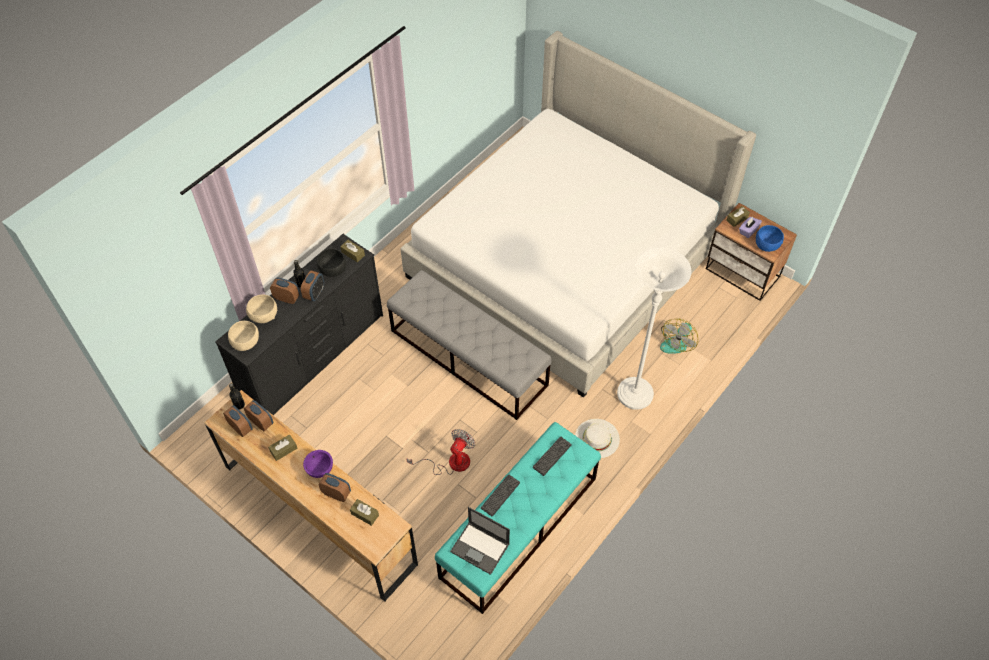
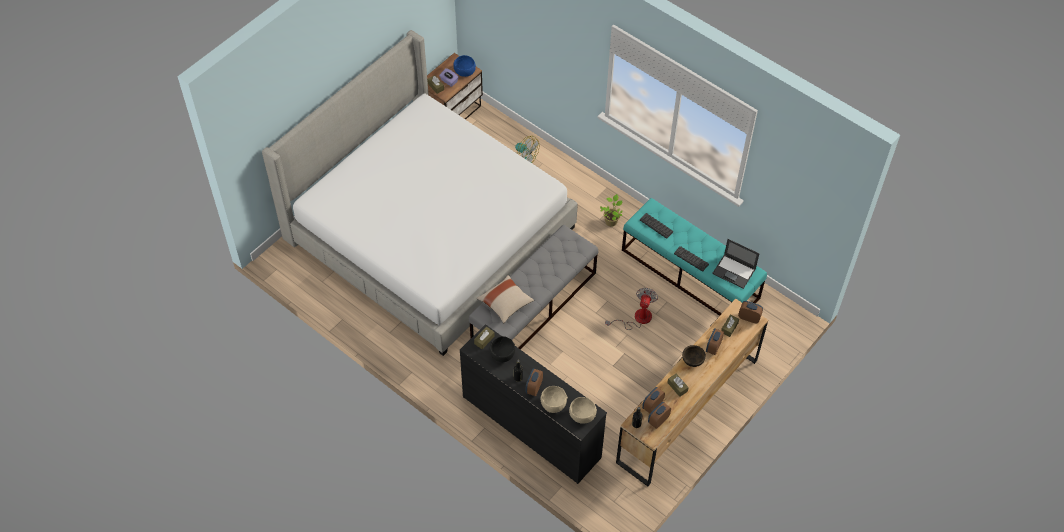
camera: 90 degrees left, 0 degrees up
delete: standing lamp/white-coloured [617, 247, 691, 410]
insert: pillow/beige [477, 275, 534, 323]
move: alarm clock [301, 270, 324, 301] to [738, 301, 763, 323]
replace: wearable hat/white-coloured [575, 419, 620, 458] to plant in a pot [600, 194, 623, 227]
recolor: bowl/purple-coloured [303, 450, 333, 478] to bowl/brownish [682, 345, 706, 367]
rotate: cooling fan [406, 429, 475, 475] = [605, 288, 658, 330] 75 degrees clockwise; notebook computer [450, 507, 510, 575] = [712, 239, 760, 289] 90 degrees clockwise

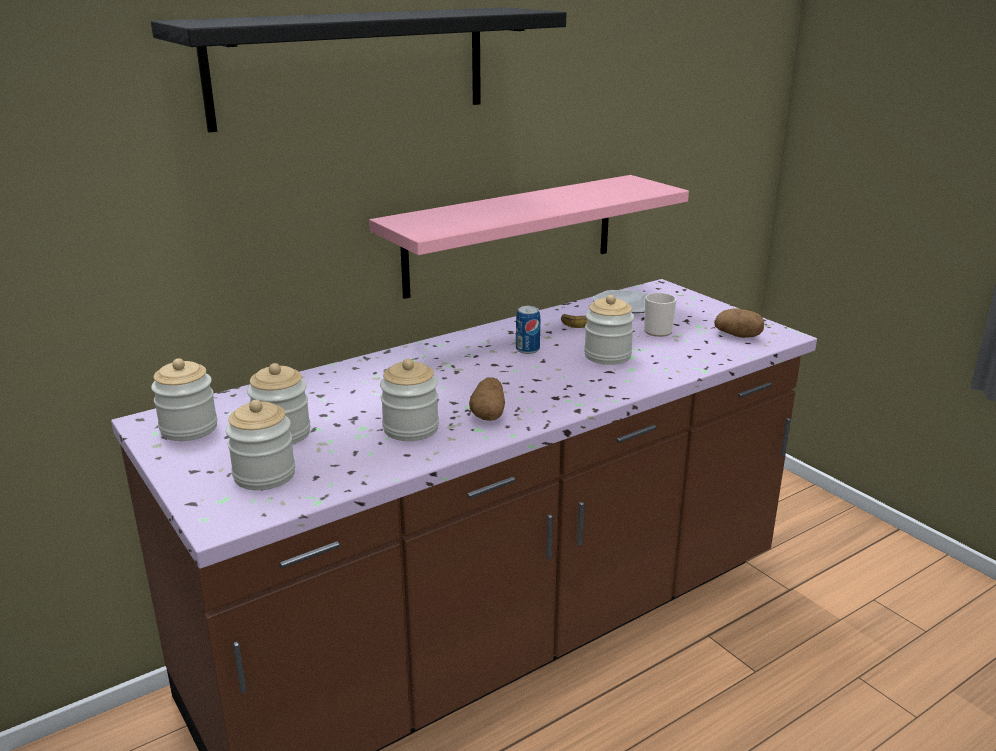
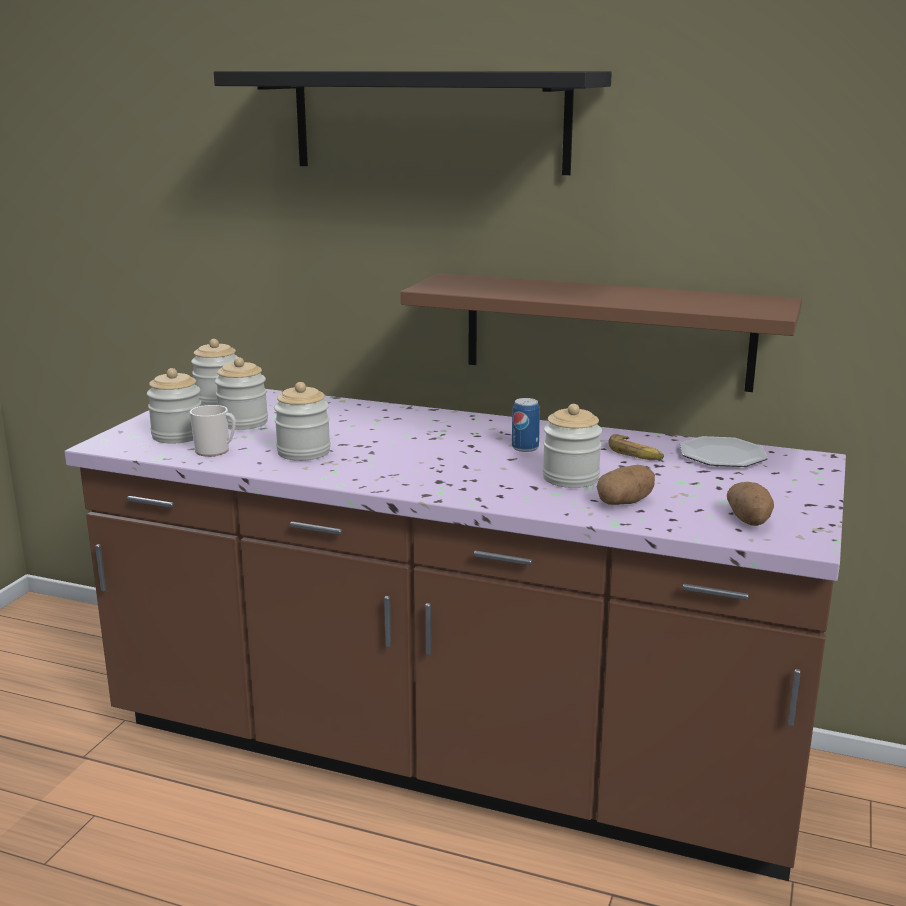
camera: 55 degrees right, 5 degrees down
move: mug [644, 293, 677, 337] to [190, 405, 236, 457]; whole potato [469, 377, 505, 421] to [597, 465, 655, 505]
recolor: shelf/pink [369, 175, 689, 299] to shelf/brownish [401, 273, 802, 392]

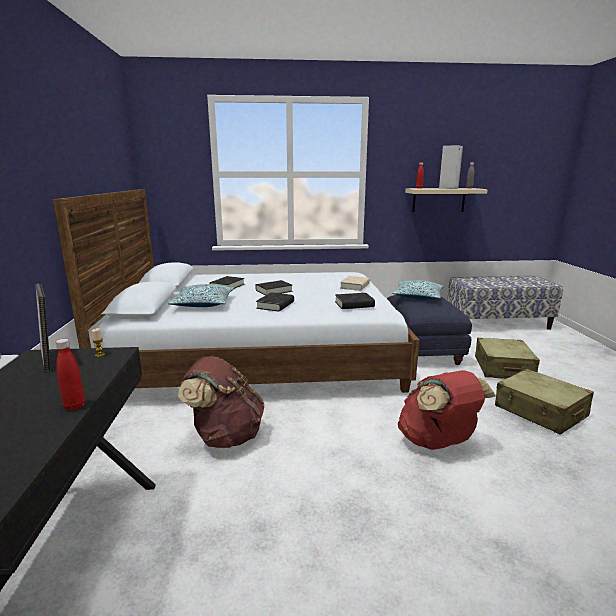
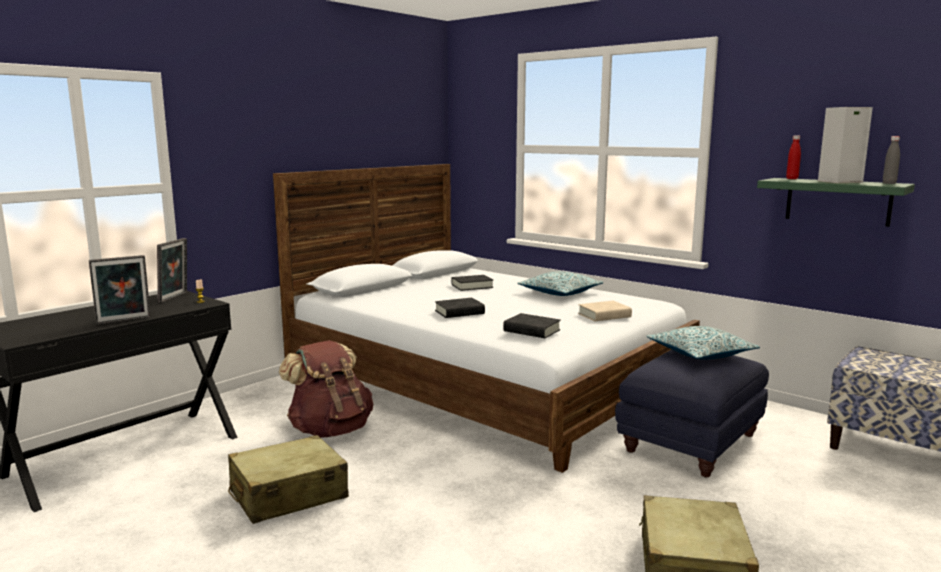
camera: 45 degrees right, 5 degrees down
delete: volume/black [255, 280, 293, 296]; rucksack/red [398, 370, 496, 450]
move: pillow [168, 284, 234, 307] to [518, 271, 603, 296]; piece of luggage/beige [475, 338, 540, 379] to [228, 435, 349, 524]
replace: beverage bottle/red [55, 339, 85, 410] to picture frame [89, 255, 151, 325]
recolor: shelf/beige [405, 188, 488, 212] to shelf/green [757, 178, 915, 227]

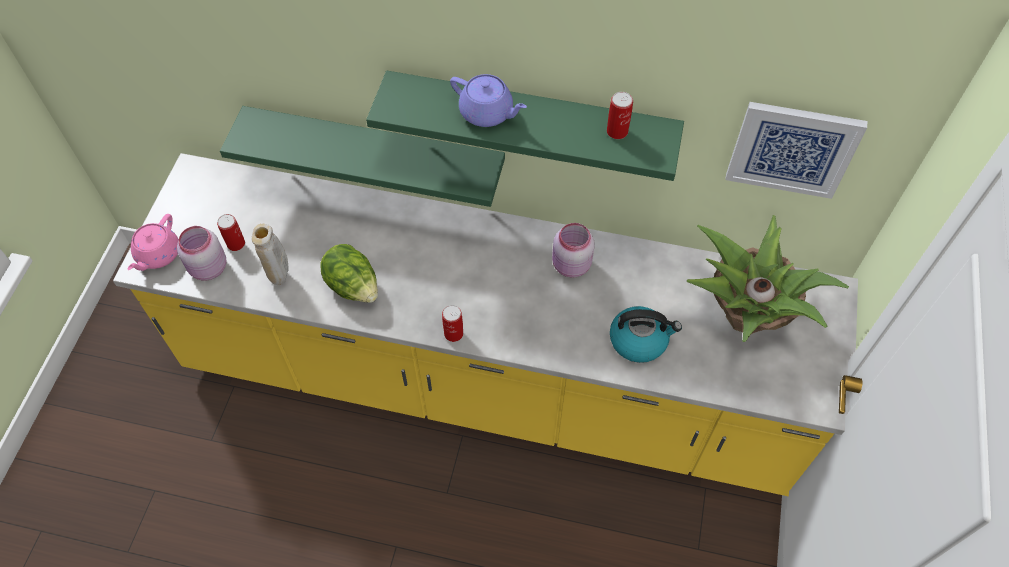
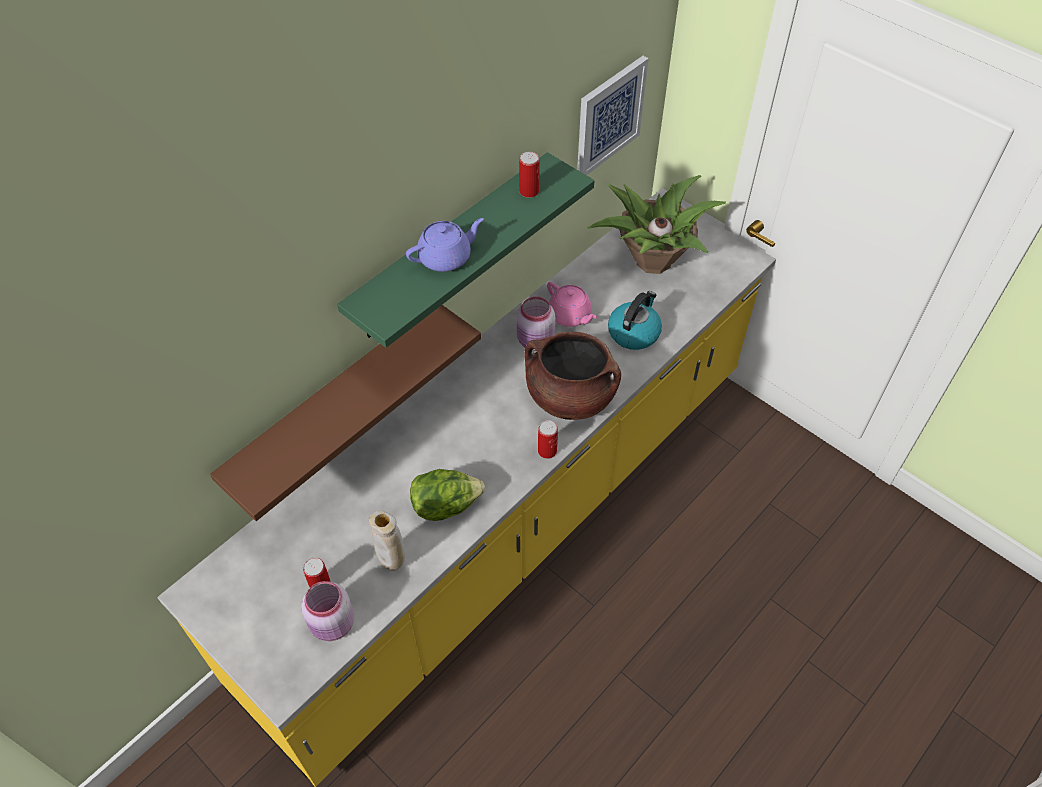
camera: 60 degrees left, 5 degrees down
insert: cooking pot/brownish [525, 332, 621, 420]
move: pot for tea/pink [128, 214, 179, 271] to [547, 282, 597, 327]
recolor: shelf/green [220, 106, 505, 207] to shelf/brownish [210, 305, 481, 521]

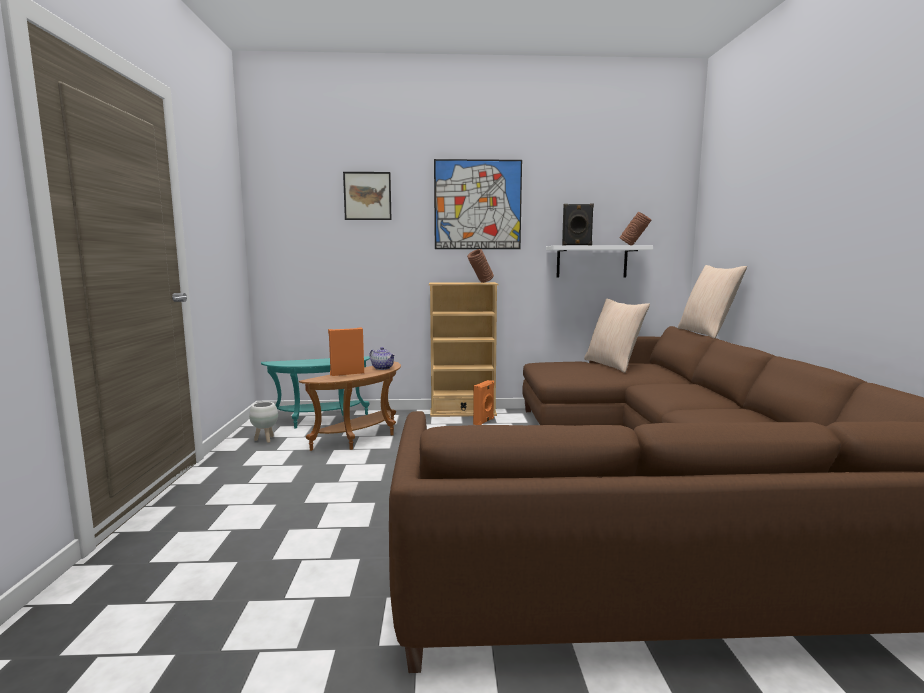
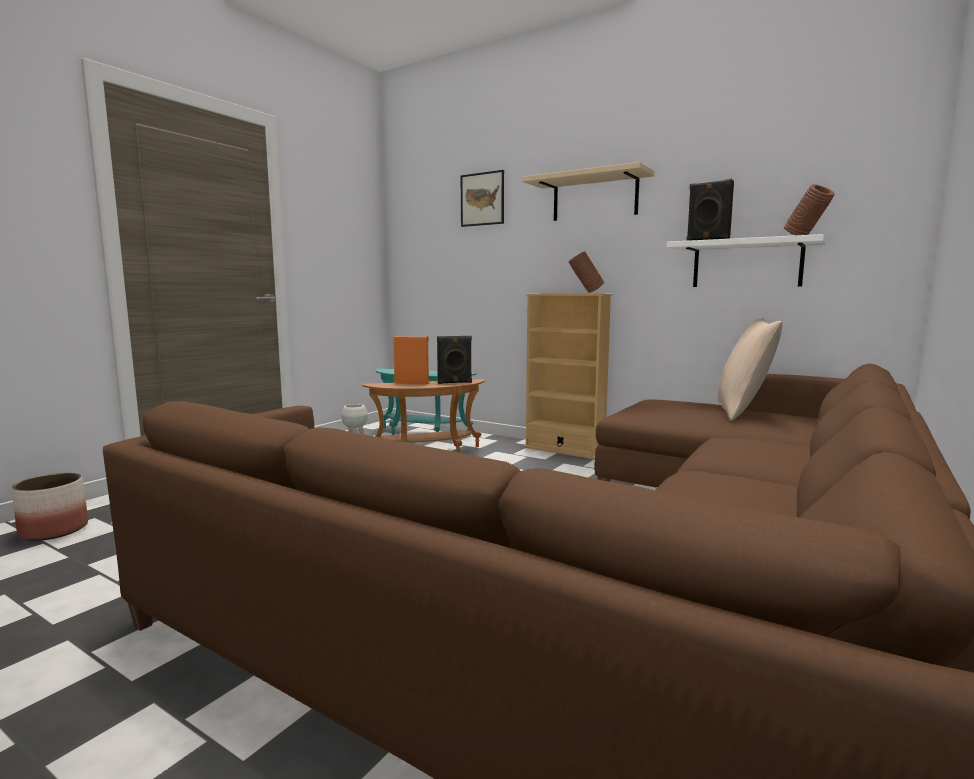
camera: 35 degrees right, 0 degrees up
delete: pillow/beige [678, 265, 747, 339]; speaker/orangey [473, 380, 494, 425]
insert: planter [11, 473, 88, 541]
replace: wall art [434, 159, 522, 249] to shelf/beige [522, 162, 655, 221]; pot for tea [369, 347, 396, 370] to speaker/black [437, 336, 472, 384]

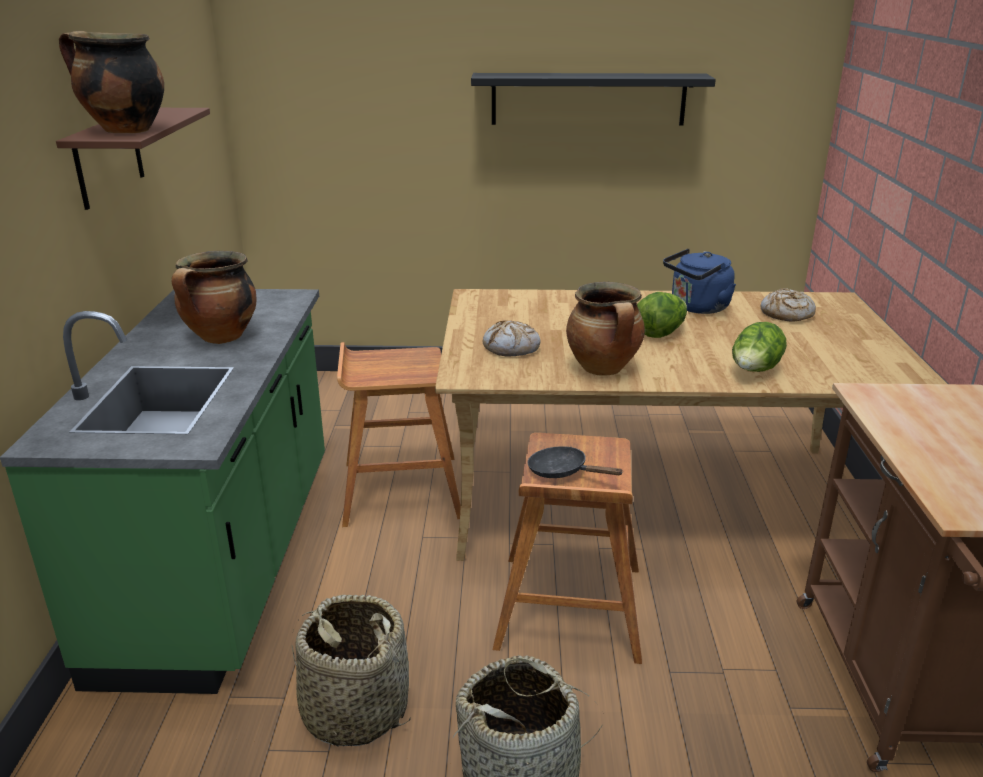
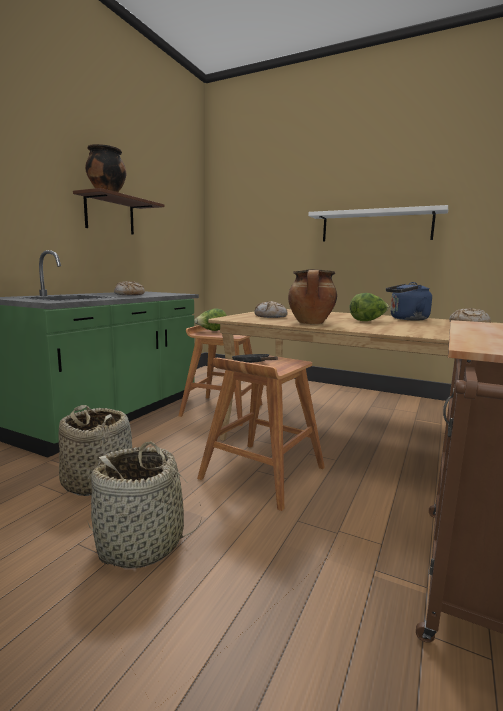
camera: 25 degrees right, 15 degrees down
move: lettuce head [732, 322, 787, 372] to [194, 308, 227, 331]
replace: cooking pot [171, 251, 256, 344] to bakery bread [114, 281, 145, 295]
recolor: shelf/black [471, 73, 716, 125] to shelf/white-coloured [308, 205, 448, 241]

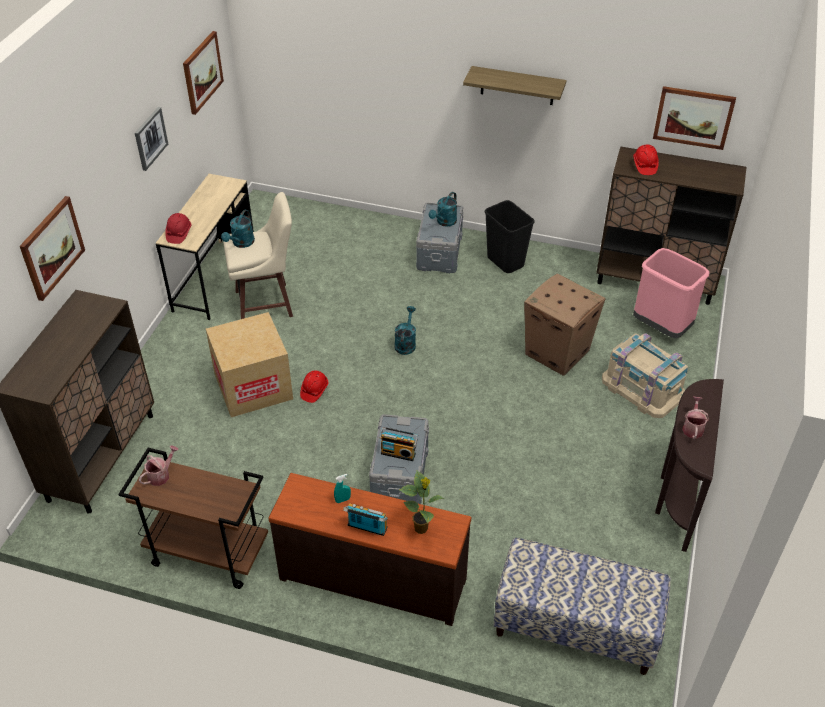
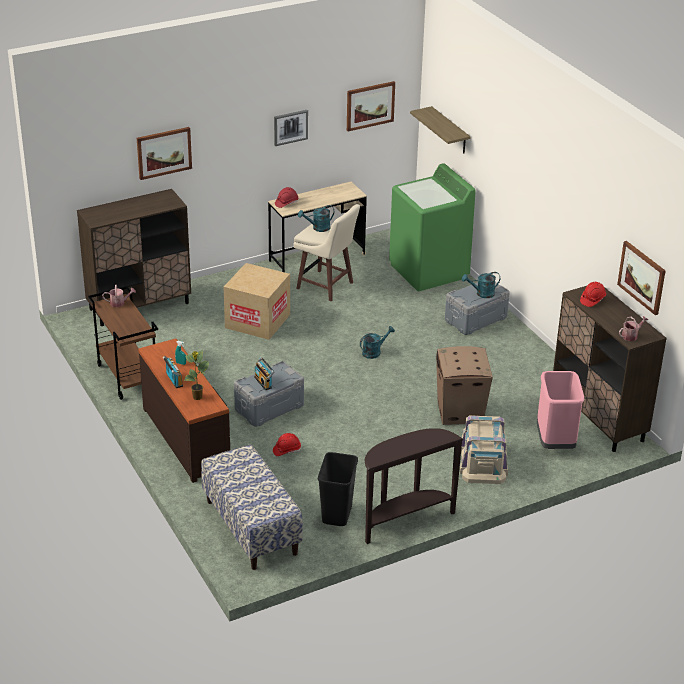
camera: 45 degrees right, 10 degrees down
insert: laundry appliance/green [389, 163, 476, 291]
move: shelf [463, 66, 567, 105] to [410, 106, 471, 154]; waste bin/black [485, 200, 535, 273] to [318, 452, 358, 526]; hard hat/red [300, 371, 328, 403] to [273, 433, 301, 456]; watering can [682, 396, 709, 439] to [619, 316, 648, 341]

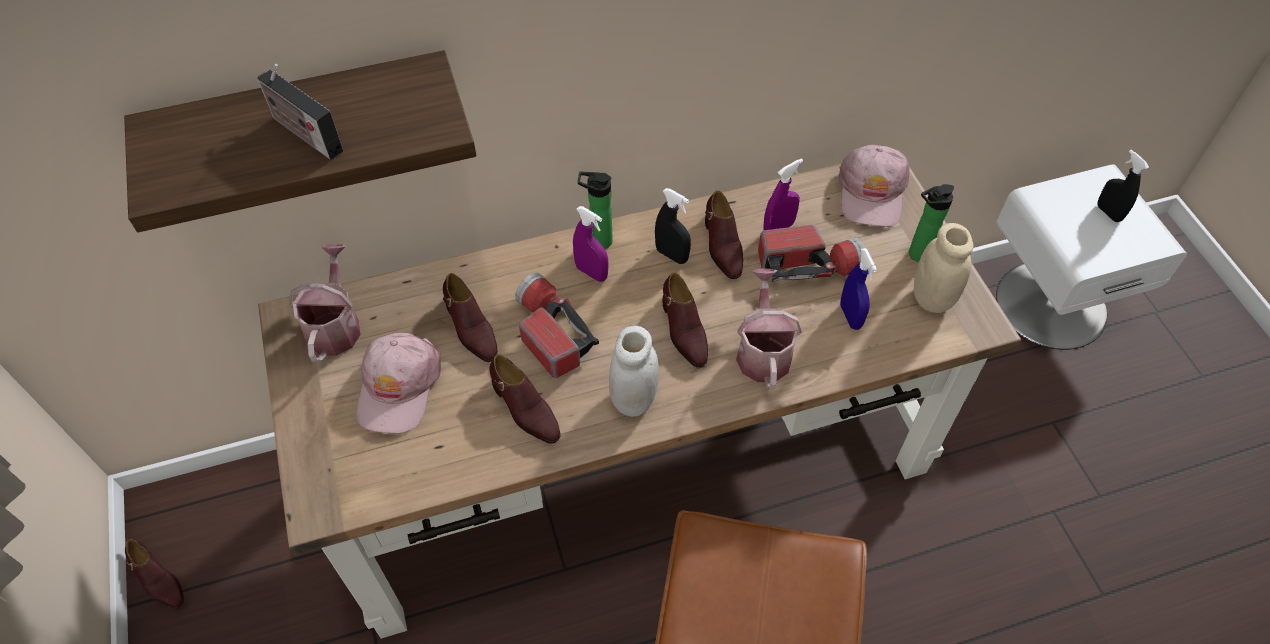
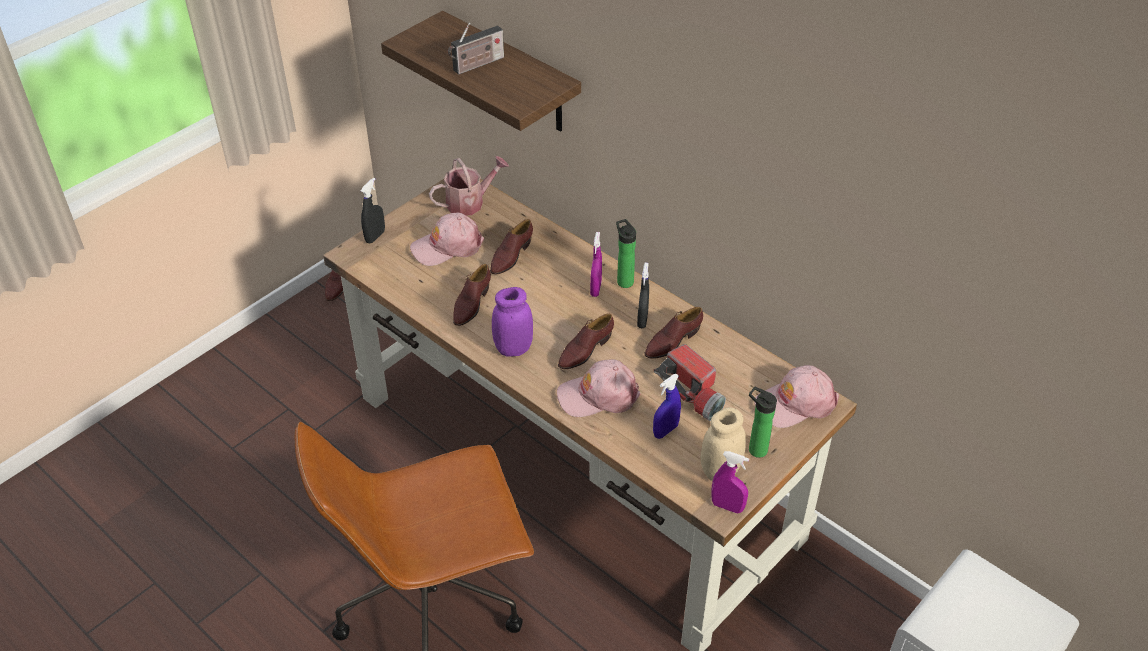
camera: 60 degrees right, 10 degrees down
delete: flashlight [515, 273, 599, 378]
move: sprayer/black [1097, 150, 1149, 222] to [361, 178, 385, 244]; sprayer/purple-coloured [763, 158, 803, 231] to [711, 451, 749, 513]
replace: watering can [736, 269, 802, 390] to cap/pink [557, 359, 640, 417]
recolor: preserve jar/white-coloured [609, 326, 659, 417] to preserve jar/purple-coloured [492, 287, 533, 357]
rotate: radio receiver [257, 64, 343, 160] = [448, 22, 504, 75] 135 degrees counterclockwise

